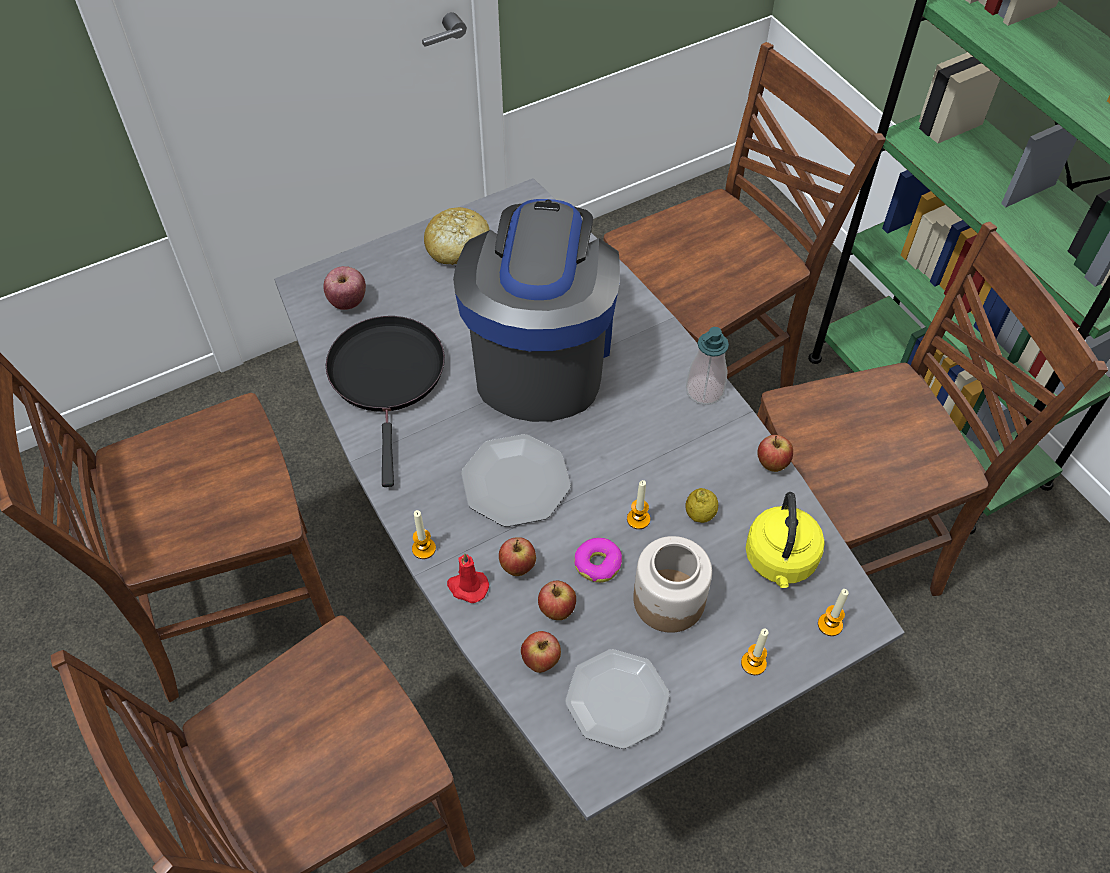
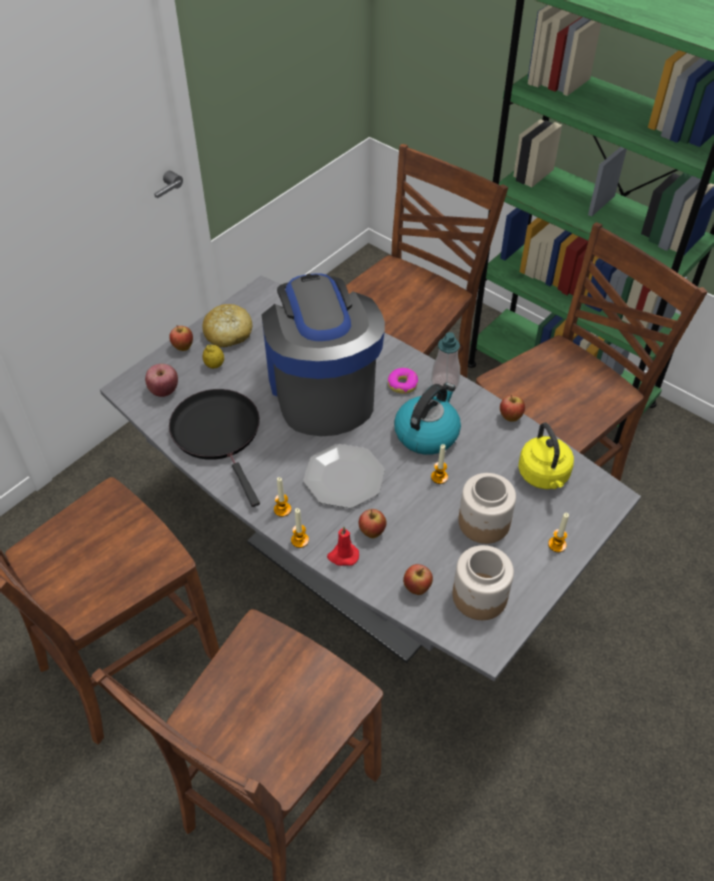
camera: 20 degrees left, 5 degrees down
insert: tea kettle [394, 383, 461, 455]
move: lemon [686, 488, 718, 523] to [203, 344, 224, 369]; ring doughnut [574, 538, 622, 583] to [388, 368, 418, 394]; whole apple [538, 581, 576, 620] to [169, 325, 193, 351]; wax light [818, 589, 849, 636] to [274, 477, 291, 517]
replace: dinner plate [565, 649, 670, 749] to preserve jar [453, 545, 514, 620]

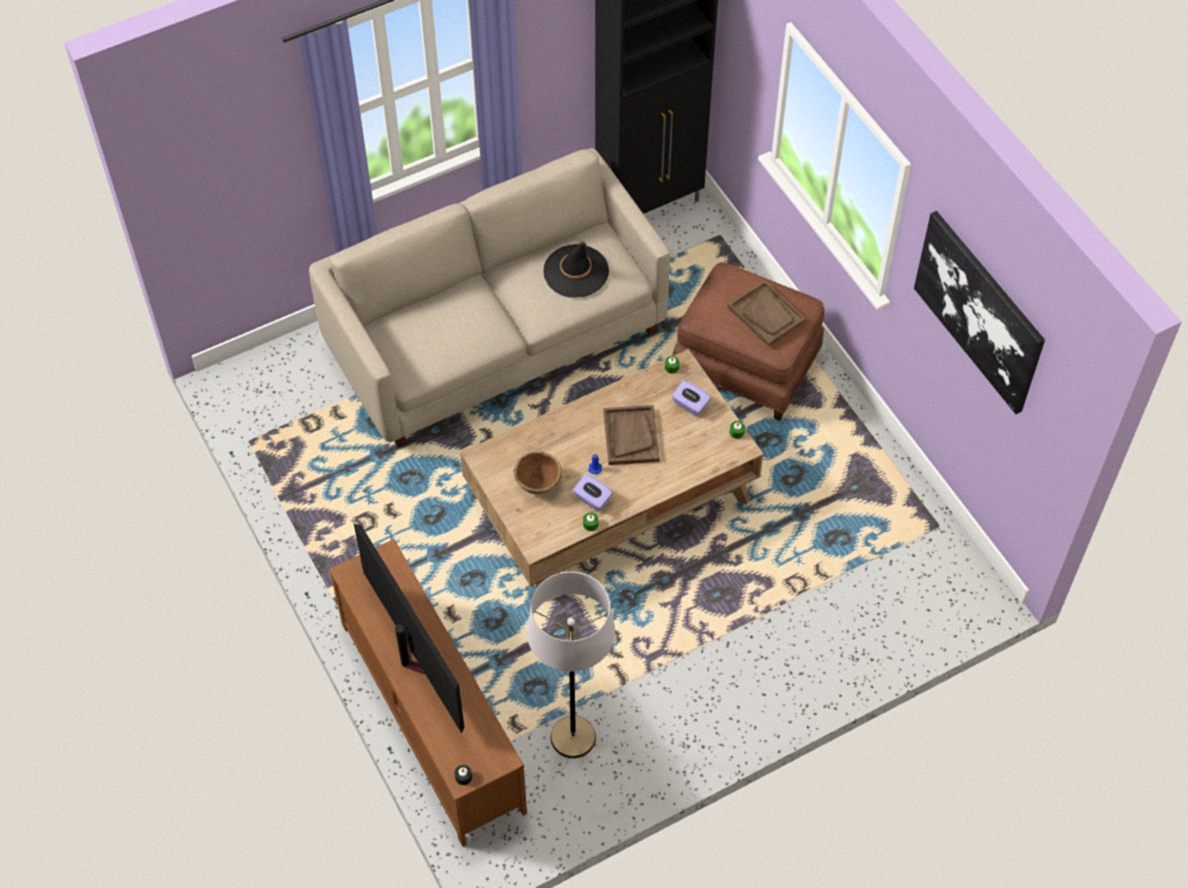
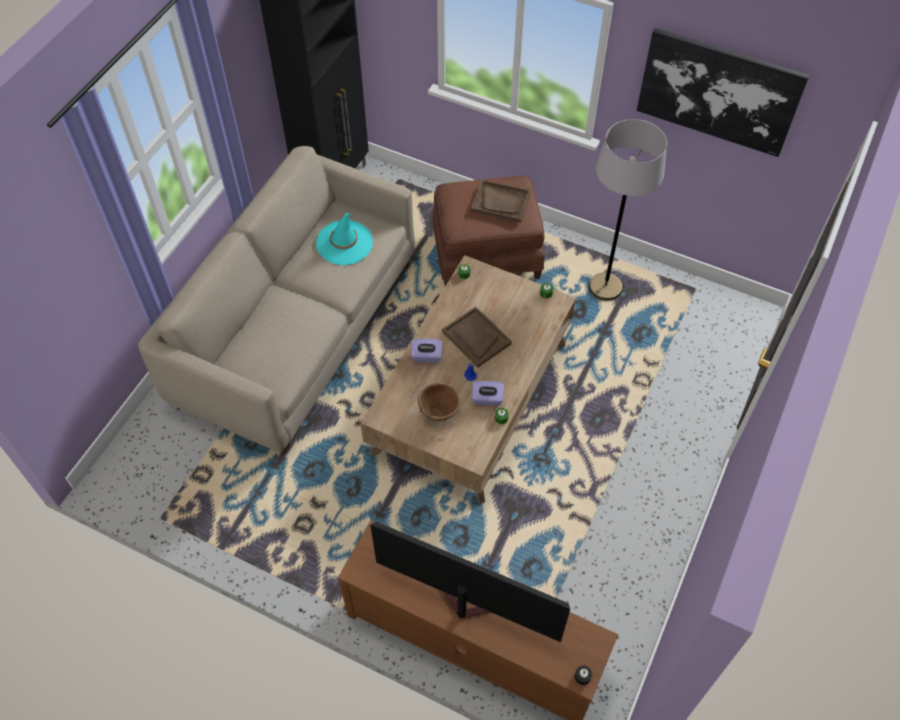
camera: 35 degrees left, 0 degrees up
move: box of tissues/purple-coloured [672, 380, 711, 416] to [411, 339, 442, 363]; standing lamp/grey [527, 572, 615, 758] to [589, 119, 667, 301]
recolor: wearable hat/black [544, 242, 609, 298] to wearable hat/turquoise-coloured [316, 213, 373, 265]

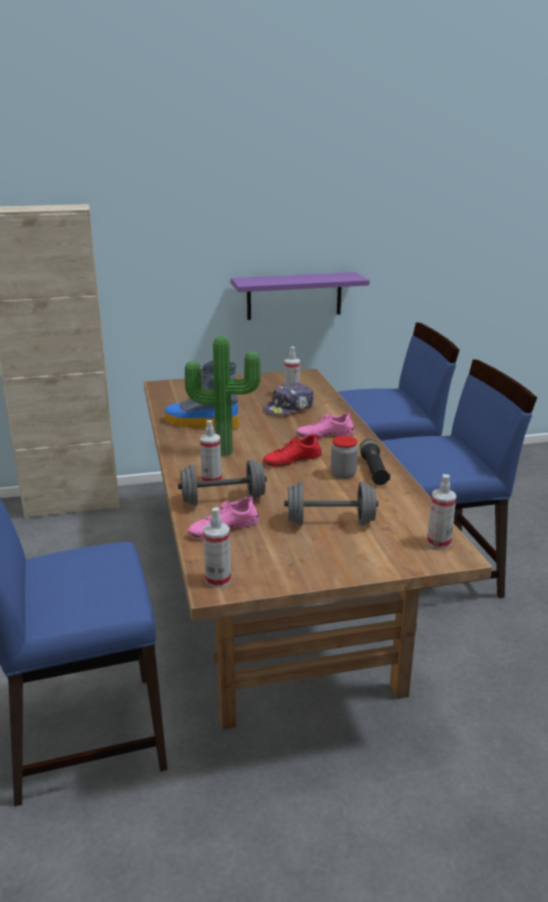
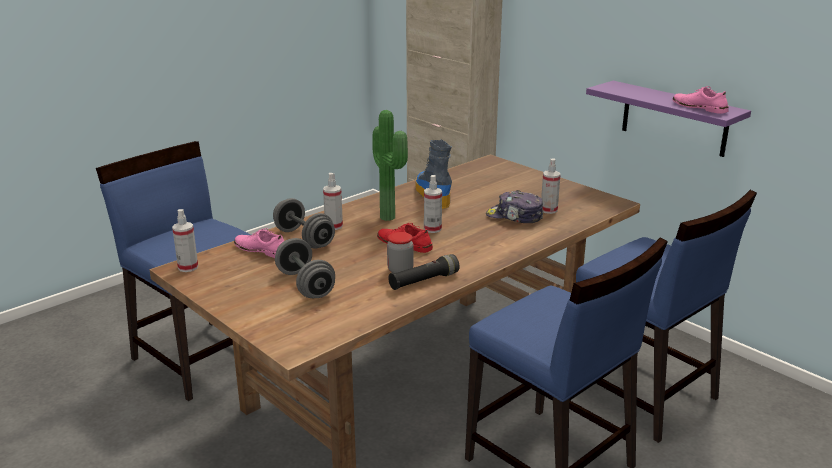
camera: 60 degrees right, 0 degrees up
move: item of footwear/pink [296, 412, 355, 439] to [673, 86, 729, 114]; sprayer [427, 474, 457, 549] to [424, 175, 442, 233]

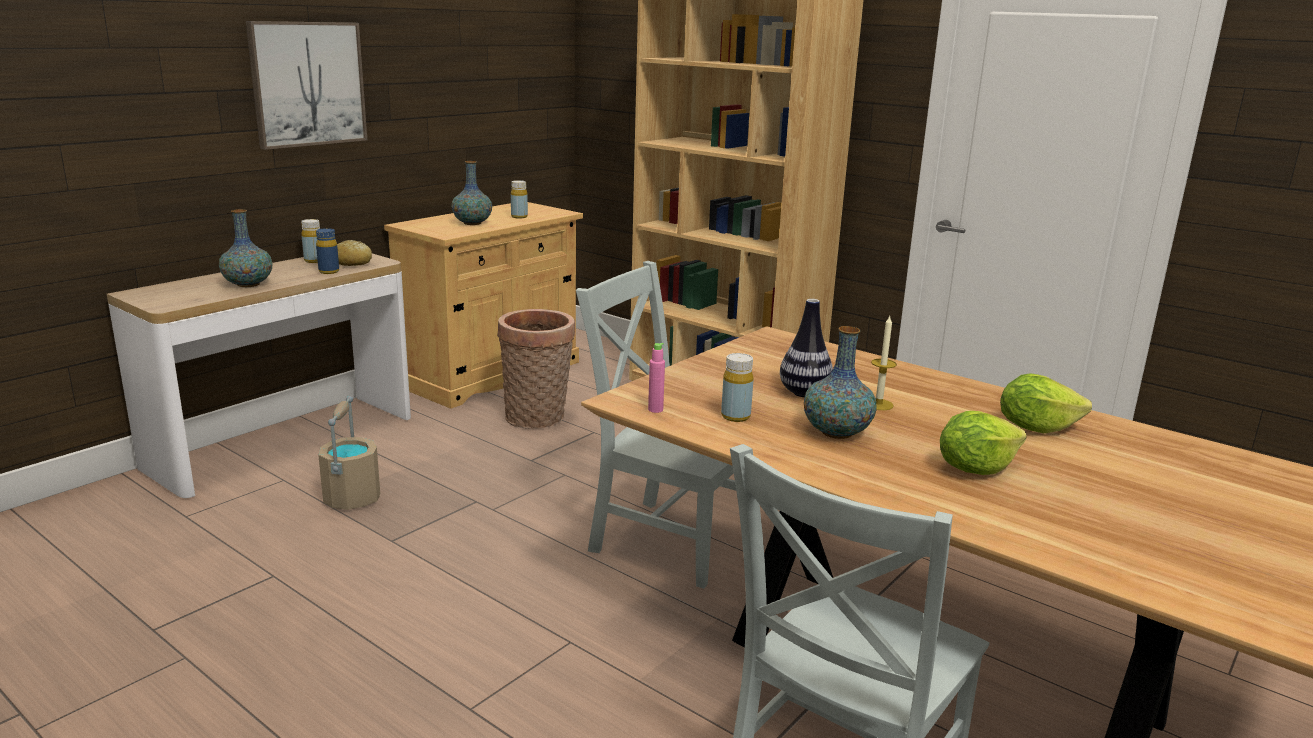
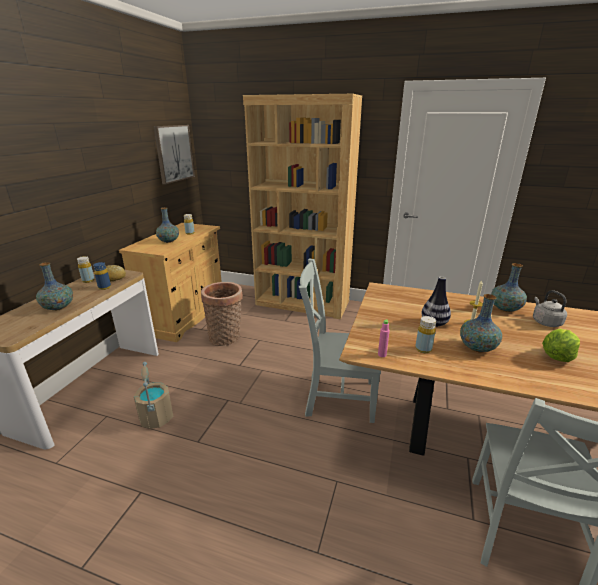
camera: 20 degrees left, 5 degrees up
insert: flower vase [491, 263, 527, 312]
move: wall art [246, 21, 367, 150] to [154, 125, 195, 184]
replace: lettuce head [1000, 373, 1092, 433] to tea kettle/grey [533, 290, 567, 327]

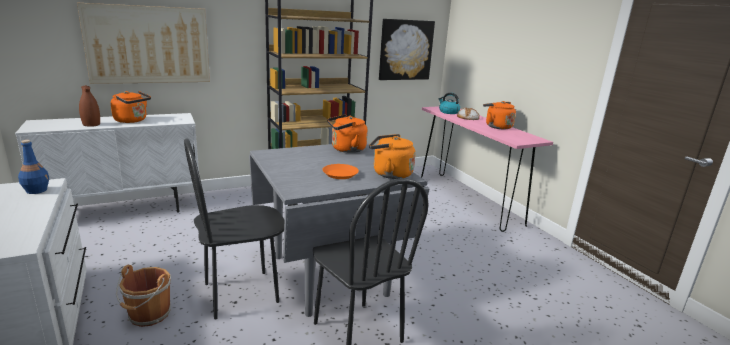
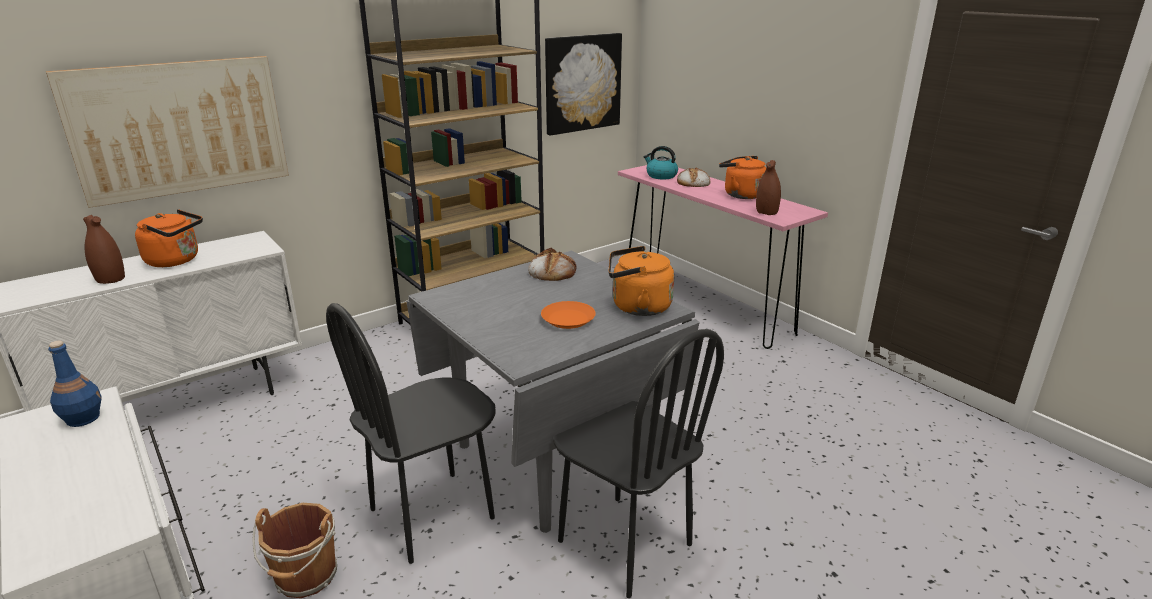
camera: 10 degrees left, 5 degrees up
insert: flower vase/brownish [756, 160, 781, 215]
replace: tea kettle/orangey [327, 114, 368, 153] to bakery bread [528, 247, 577, 281]

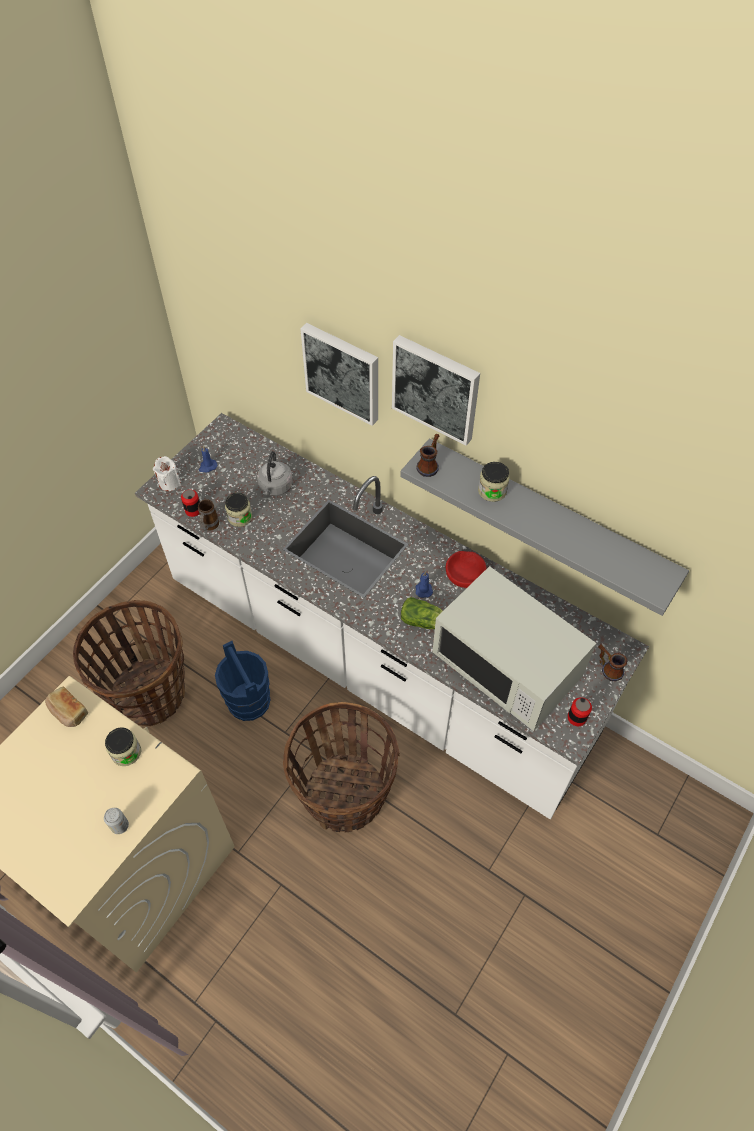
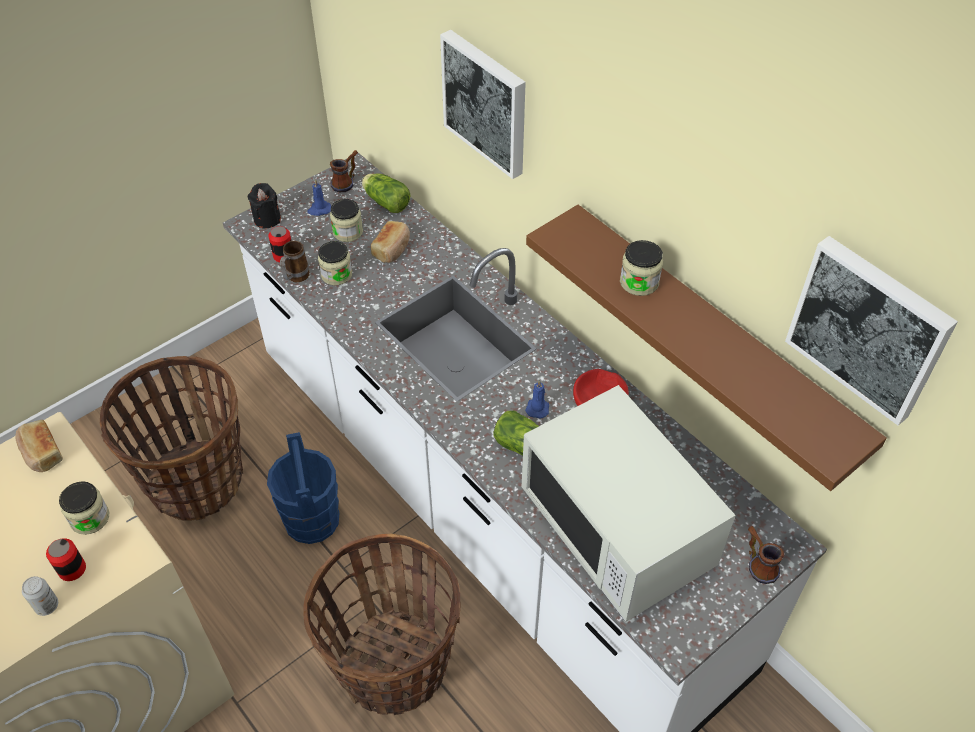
camera: 15 degrees right, 5 degrees down
insert: lettuce head [362, 174, 410, 213]; preserve jar [330, 199, 363, 242]
move: wall art [392, 335, 480, 446] to [785, 236, 958, 426]; mug [416, 434, 440, 477] to [330, 150, 358, 192]; metal can [567, 697, 592, 726] to [46, 538, 86, 581]
replace: tea kettle/grey [257, 451, 293, 496] to bakery bread [371, 221, 410, 263]
recolor: shelf/grey [400, 438, 689, 616] to shelf/brownish [526, 205, 887, 491]; wax light/white-coloured [153, 456, 181, 491] to wax light/black [247, 183, 281, 228]

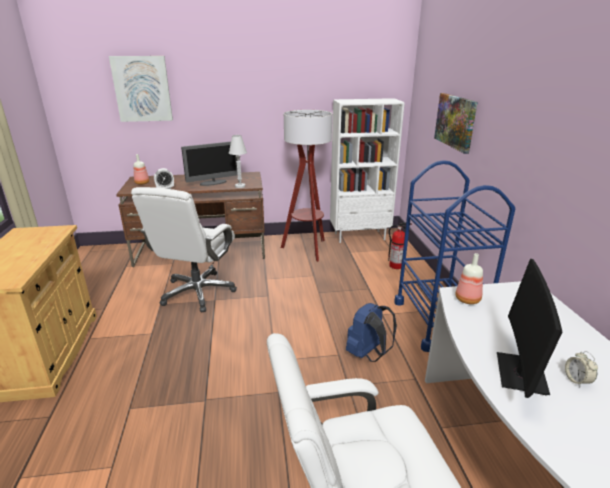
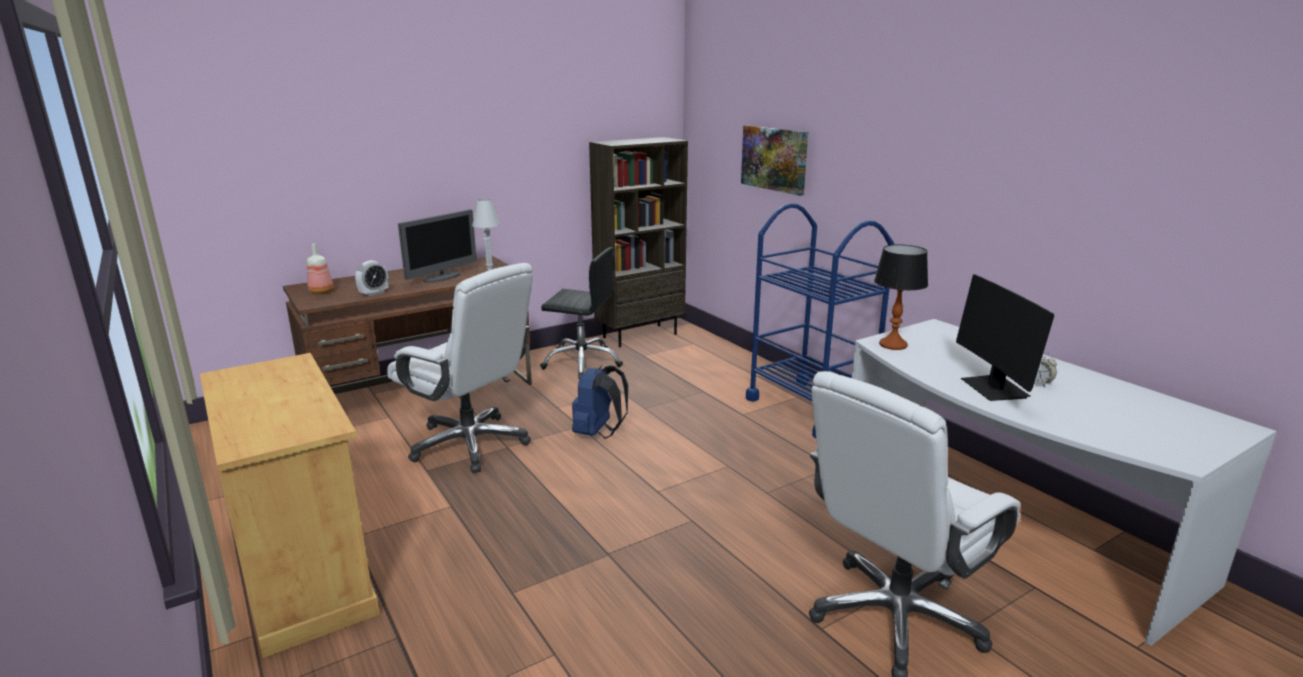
camera: 25 degrees left, 5 degrees down
delete: wall art [109, 56, 173, 122]; fire extinguisher [388, 223, 412, 269]
move: rucksack/blue [346, 303, 397, 362] to [572, 365, 628, 439]
replace: standing lamp [281, 110, 332, 262] to office chair/black [540, 247, 623, 379]; beverage bottle [455, 253, 483, 304] to tabletop lamp [874, 245, 928, 350]
recolor: bookshelf/white-coloured [330, 98, 405, 243] to bookshelf/brownish [589, 137, 688, 347]
rotate: office chair/white-coloured [131, 187, 237, 313] = [387, 263, 533, 473] 45 degrees counterclockwise

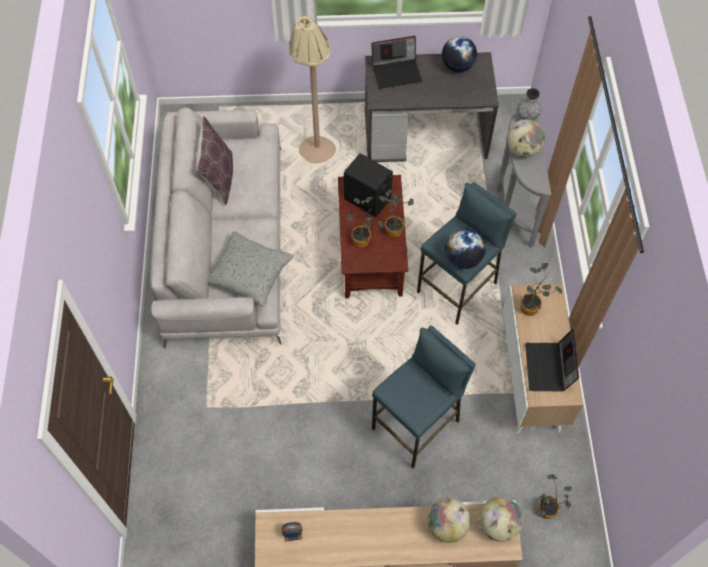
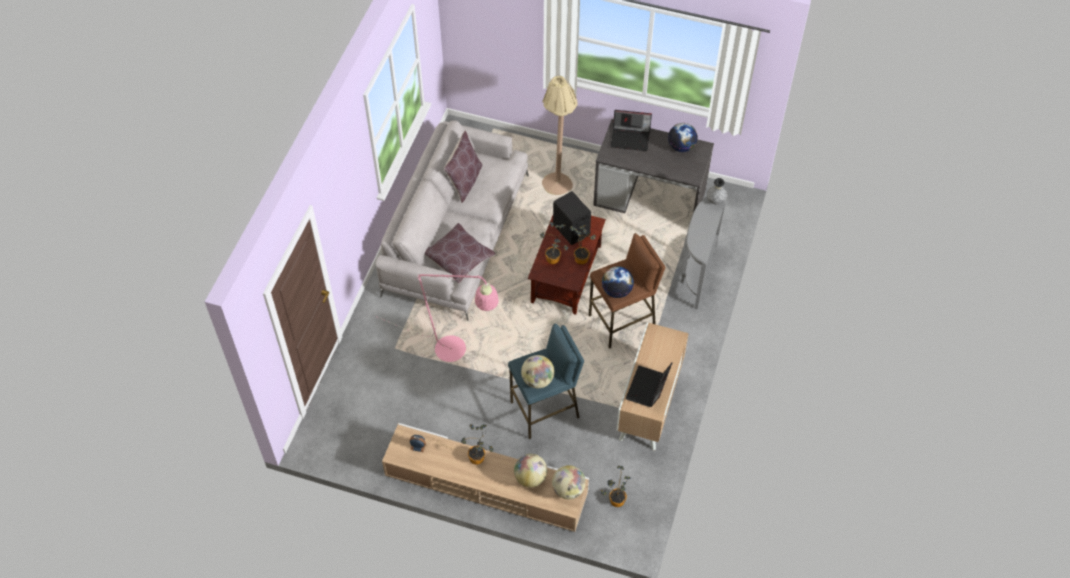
camera: 20 degrees right, 5 degrees down
insert: standing lamp/pink [378, 274, 499, 362]
move: world globe [507, 119, 545, 158] to [521, 355, 555, 388]; plant in a pot [520, 263, 562, 316] to [461, 424, 494, 465]
recolor: stool/blue [417, 182, 517, 324] to stool/brownish [589, 233, 665, 349]; pillow/grey [208, 231, 294, 307] to pillow/brownish [425, 223, 496, 283]

